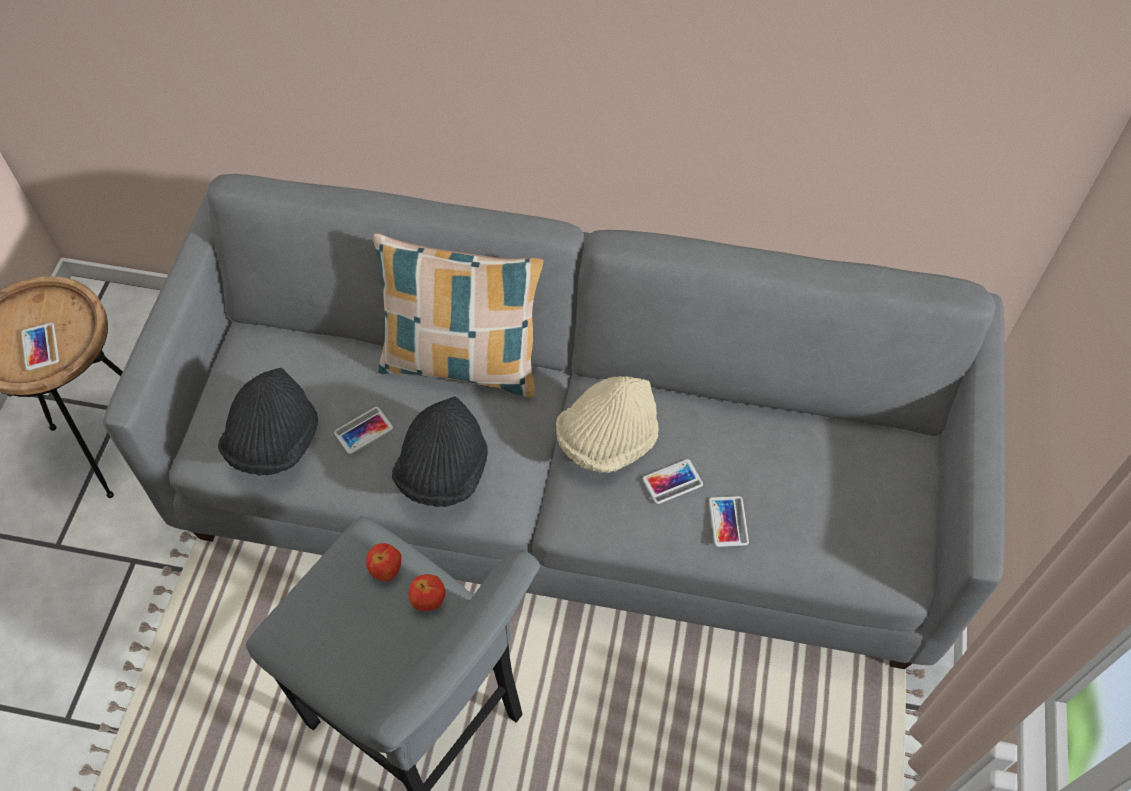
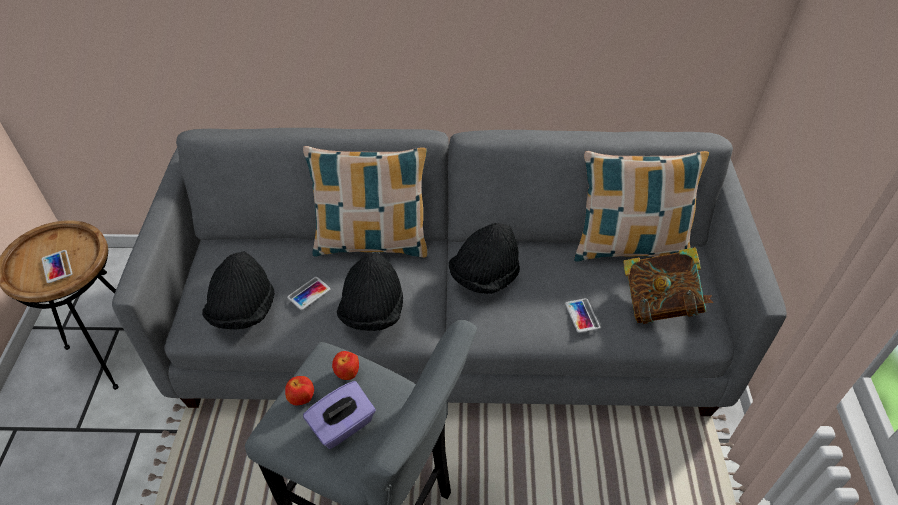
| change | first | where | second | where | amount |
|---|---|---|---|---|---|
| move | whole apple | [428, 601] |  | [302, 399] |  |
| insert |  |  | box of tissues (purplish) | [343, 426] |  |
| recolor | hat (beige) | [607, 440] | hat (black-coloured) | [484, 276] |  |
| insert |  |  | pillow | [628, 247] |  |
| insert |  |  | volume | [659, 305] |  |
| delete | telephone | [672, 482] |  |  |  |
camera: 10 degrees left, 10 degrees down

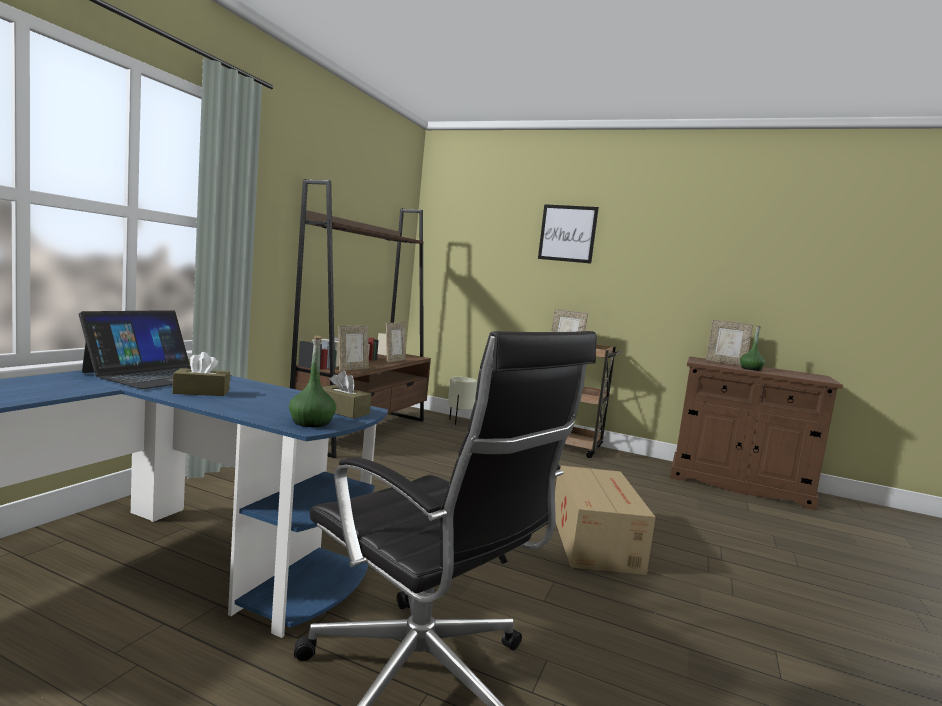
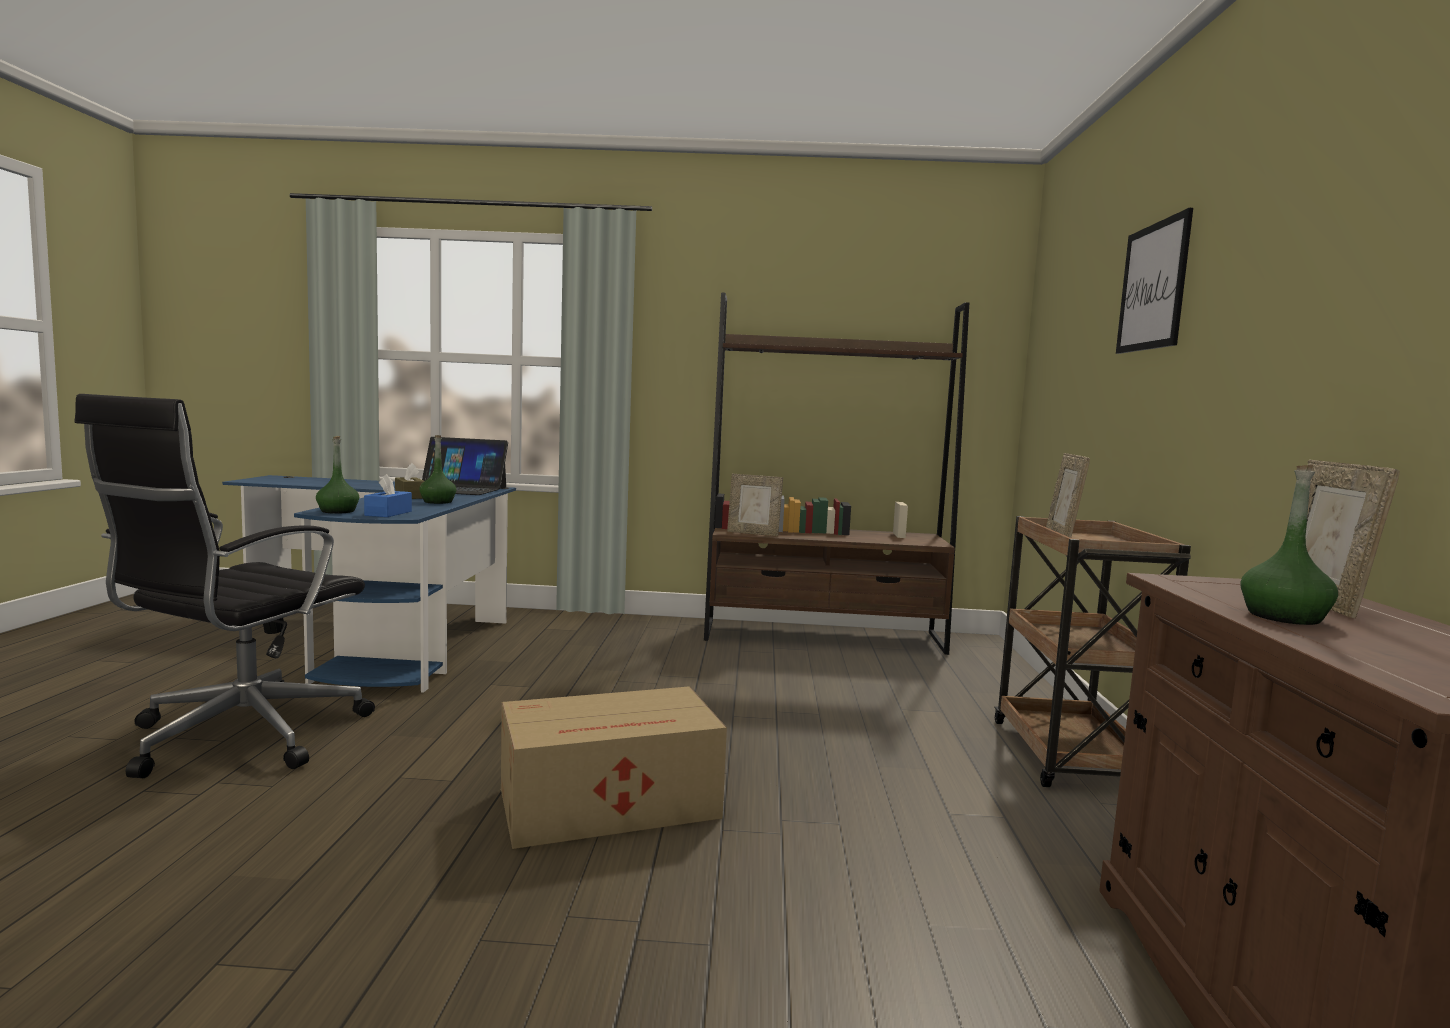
| change | first | where | second | where | amount |
|---|---|---|---|---|---|
| recolor | box of tissues (brownish) | [342, 411] | box of tissues (blue-coloured) | [388, 513] |  |
| insert |  |  | beverage bottle (green-coloured) | [437, 502] |  |
| delete | photo frame | [394, 361] |  |  |  |
| delete | flower pot (beige) | [459, 423] |  |  |  |
camera: 70 degrees right, 0 degrees up

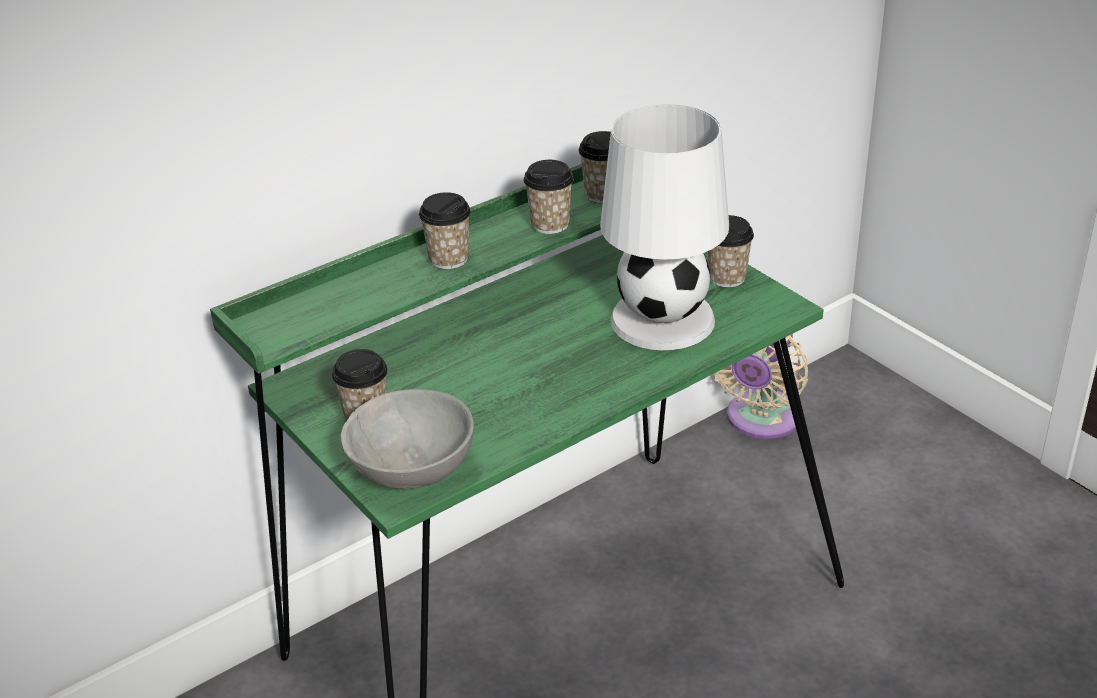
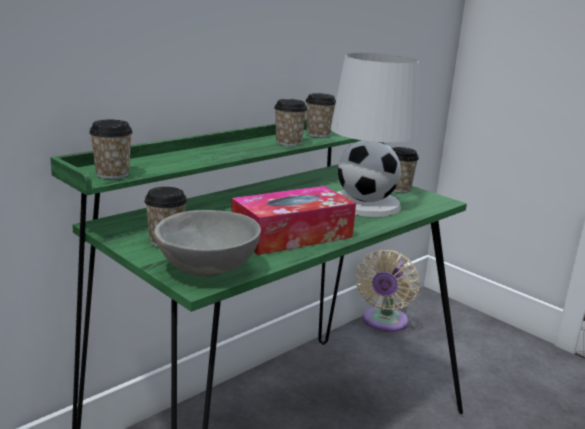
| change | first | where | second | where | amount |
|---|---|---|---|---|---|
| move | cup | [449, 259] |  | [112, 174] |  |
| insert |  |  | box of tissues | [292, 235] |  |
camera: 10 degrees left, 15 degrees down

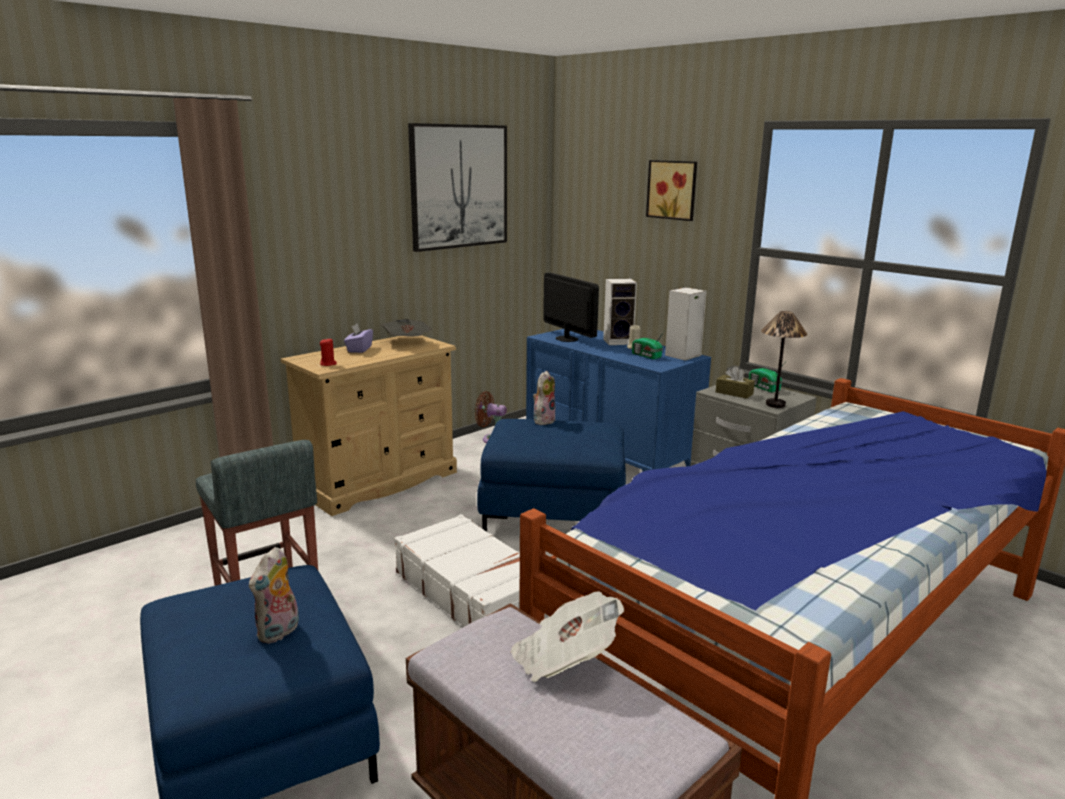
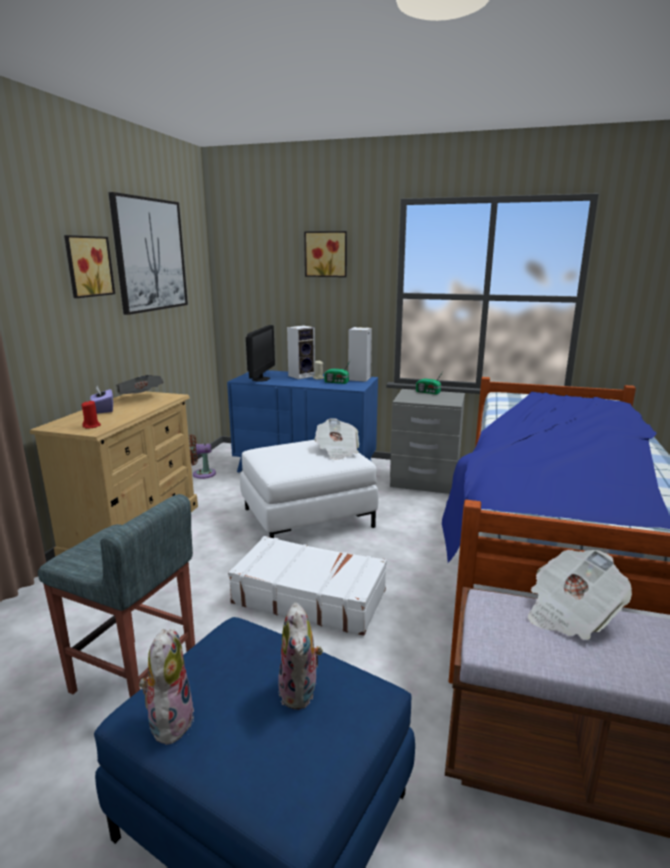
| change | first | where | second | where | amount |
|---|---|---|---|---|---|
| insert |  |  | wall picture | [87, 266] |  |
| move | cuddly toy | [543, 420] |  | [169, 720] |  |
| recolor | ottoman (blue-coloured) | [554, 513] | ottoman (whitish) | [307, 517] |  |
| rotate | computer display | [566, 339] |  | [261, 379] | 75 degrees clockwise |
| insert |  |  | printed paper | [337, 451] |  |
| delete | box of tissues (brownish) | [734, 393] |  |  |  |
| delete | table lamp | [775, 405] |  |  |  |
camera: 30 degrees left, 0 degrees up

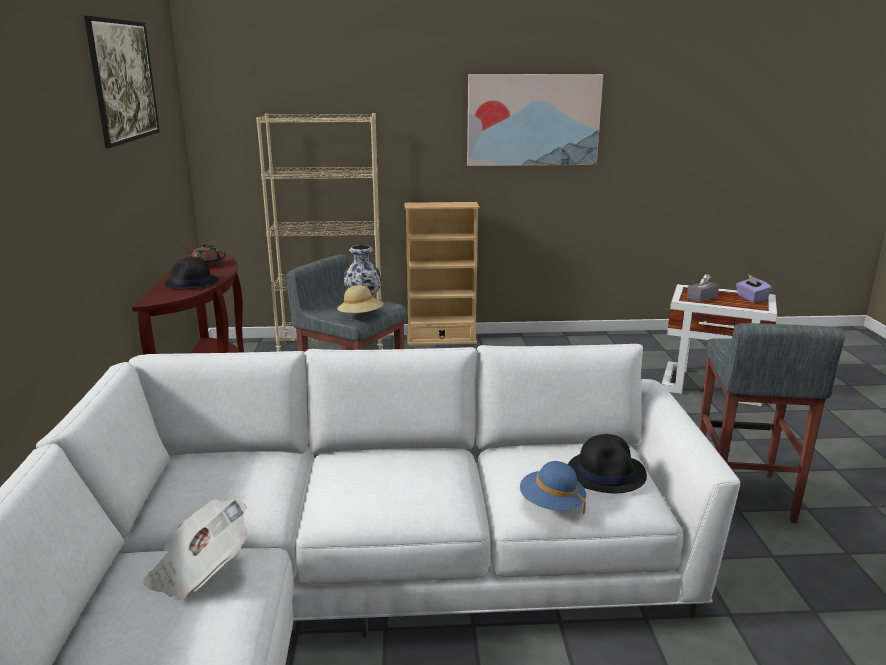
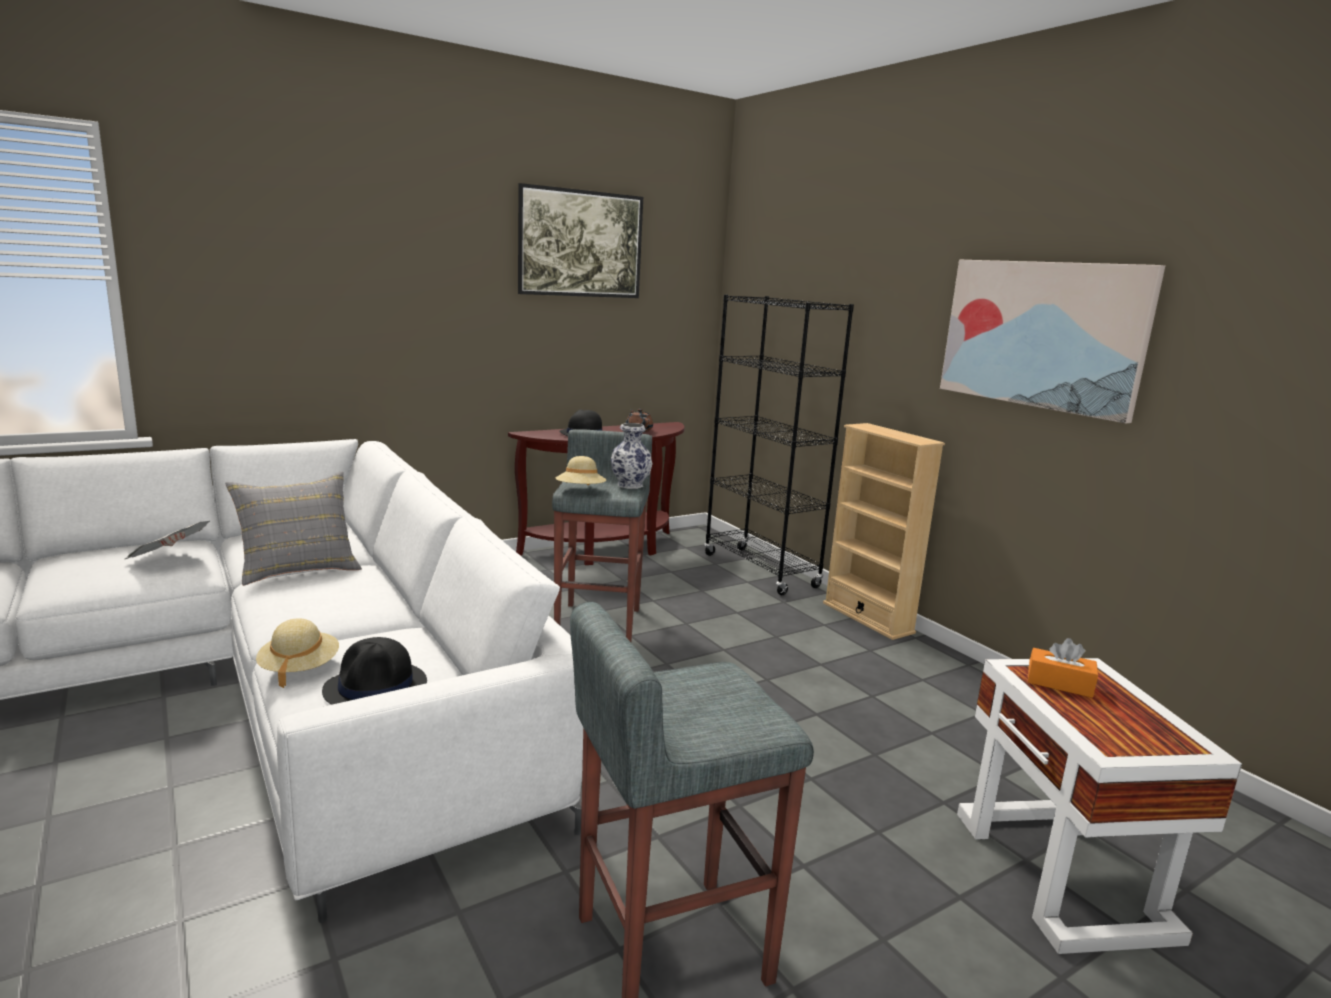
| change | first | where | second | where | amount |
|---|---|---|---|---|---|
| insert |  |  | pillow (greyish) | [298, 568] |  |
| recolor | hat (blue-coloured) | [551, 504] | hat (beige) | [299, 668] |  |
| recolor | bookcase (beige) | [332, 347] | bookcase (black-coloured) | [760, 571] |  |
| recolor | box of tissues (greyish) | [702, 297] | box of tissues (orangey) | [1059, 683] |  |
| delete | box of tissues (purplish) | [751, 298] |  |  |  |
camera: 60 degrees right, 5 degrees down

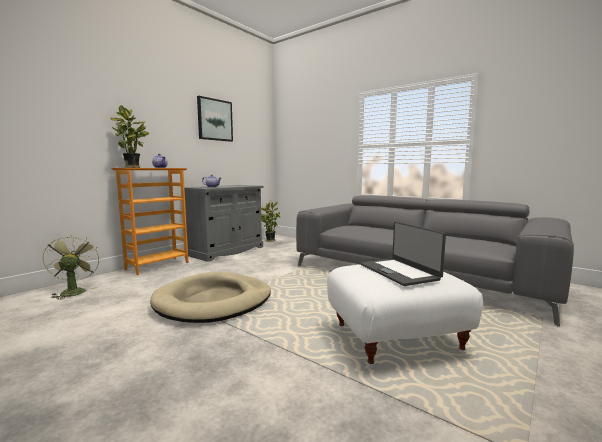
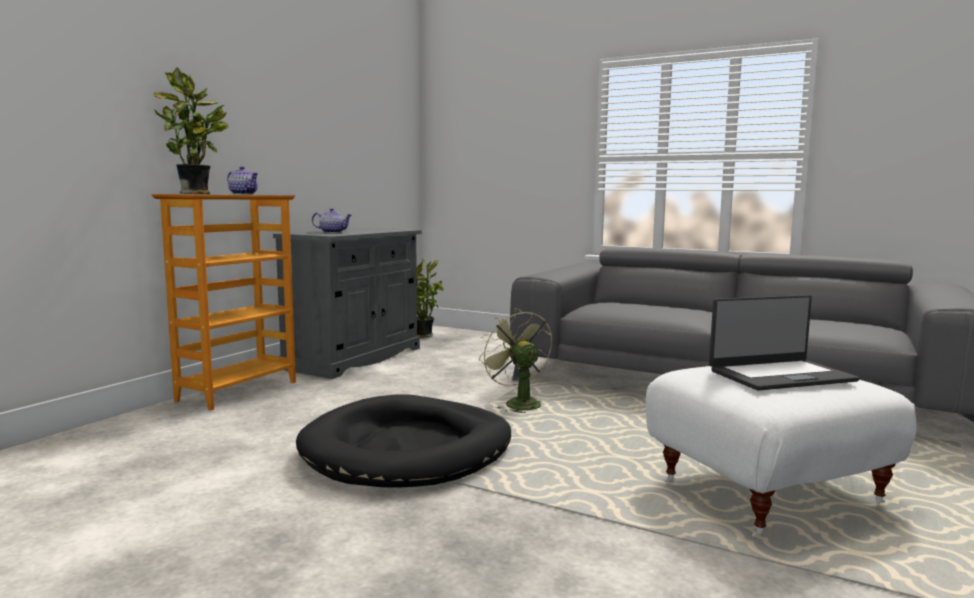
| change | first | where | second | where | amount |
|---|---|---|---|---|---|
| recolor | dog cushion (beige) | [214, 301] | dog cushion (black-coloured) | [408, 449] |  |
| move | cooling fan (green-coloured) | [73, 291] |  | [517, 403] |  |
| rotate | laptop | [399, 272] |  | [780, 375] | 75 degrees counterclockwise |
| delete | wall picture | [215, 120] |  |  |  |
camera: 10 degrees left, 0 degrees up

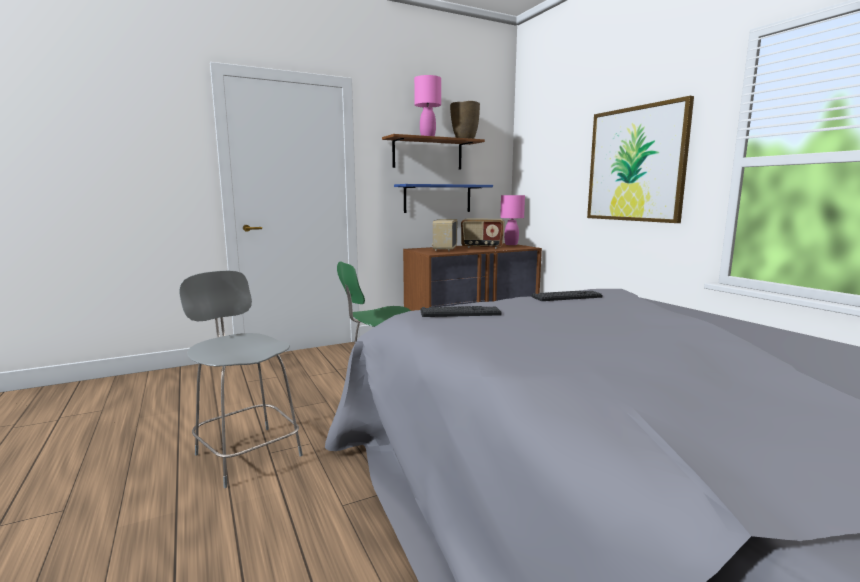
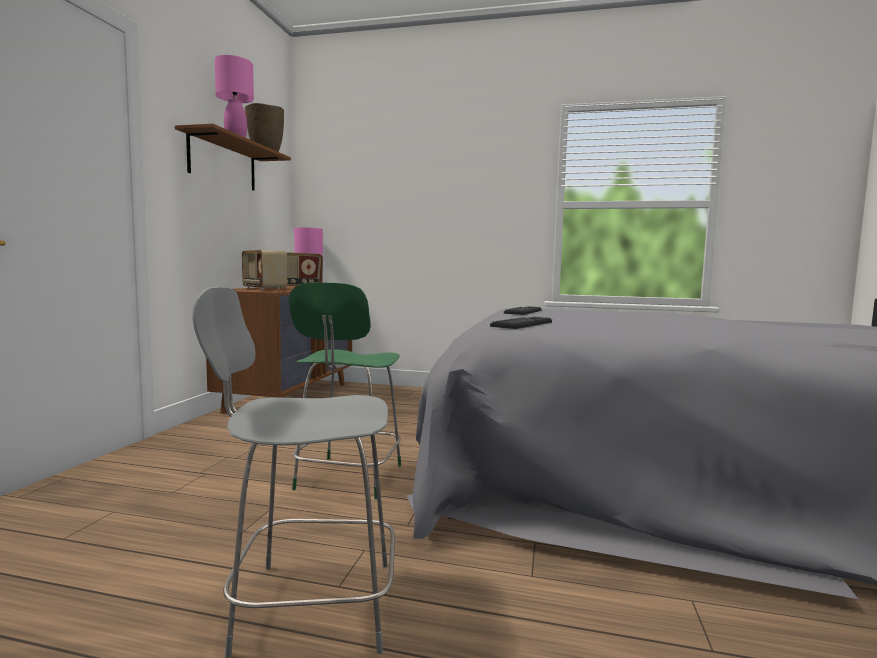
| change | first | where | second | where | amount |
|---|---|---|---|---|---|
| delete | bracket shelf (blue-coloured) | [437, 198] |  |  |  |
| delete | wall picture | [635, 164] |  |  |  |
camera: 50 degrees left, 5 degrees down

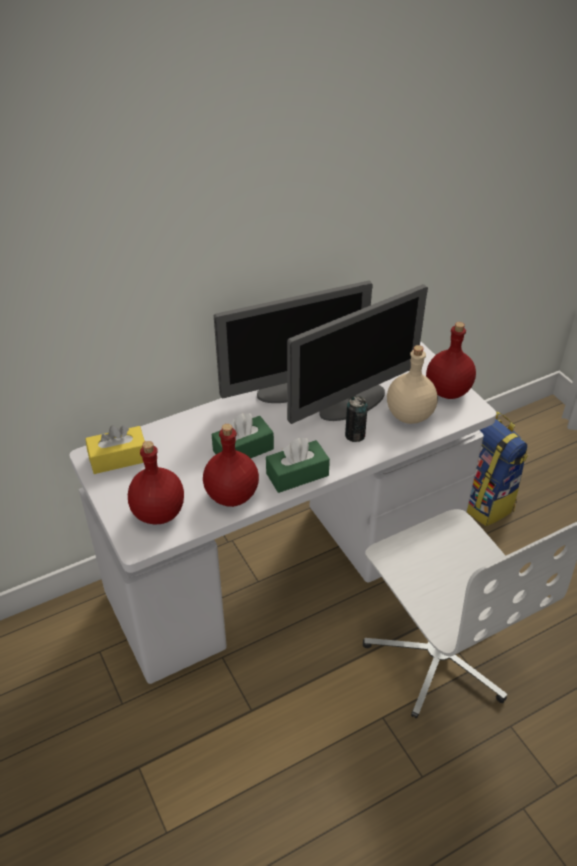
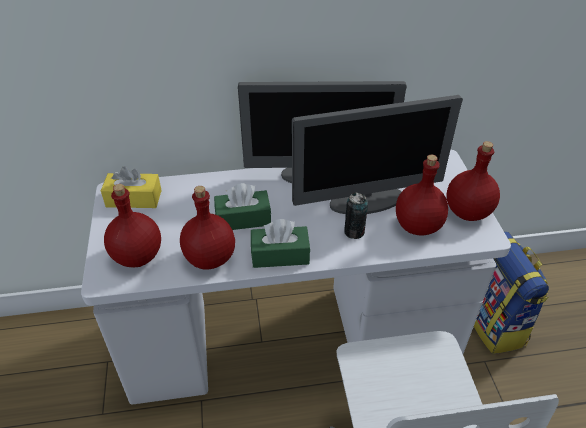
| change | first | where | second | where | amount |
|---|---|---|---|---|---|
| recolor | beverage bottle (beige) | [408, 415] | beverage bottle (red) | [417, 226] |  |
camera: 20 degrees right, 0 degrees up

